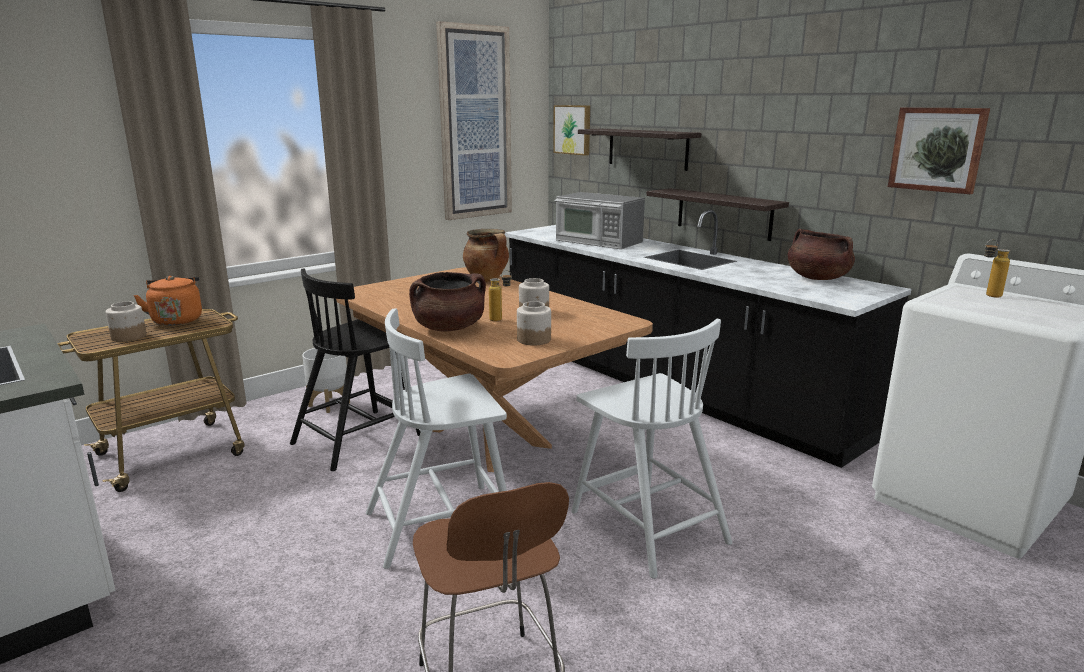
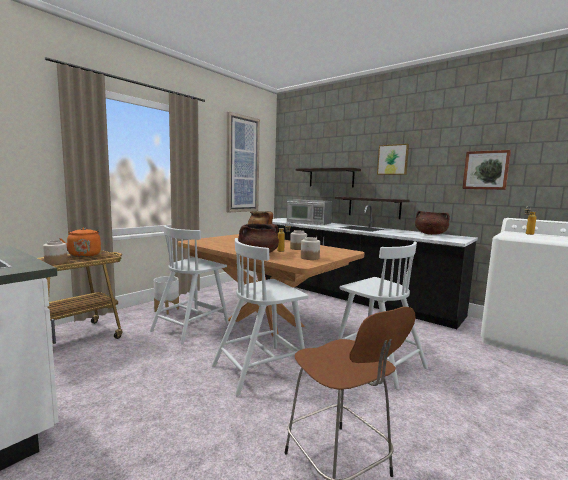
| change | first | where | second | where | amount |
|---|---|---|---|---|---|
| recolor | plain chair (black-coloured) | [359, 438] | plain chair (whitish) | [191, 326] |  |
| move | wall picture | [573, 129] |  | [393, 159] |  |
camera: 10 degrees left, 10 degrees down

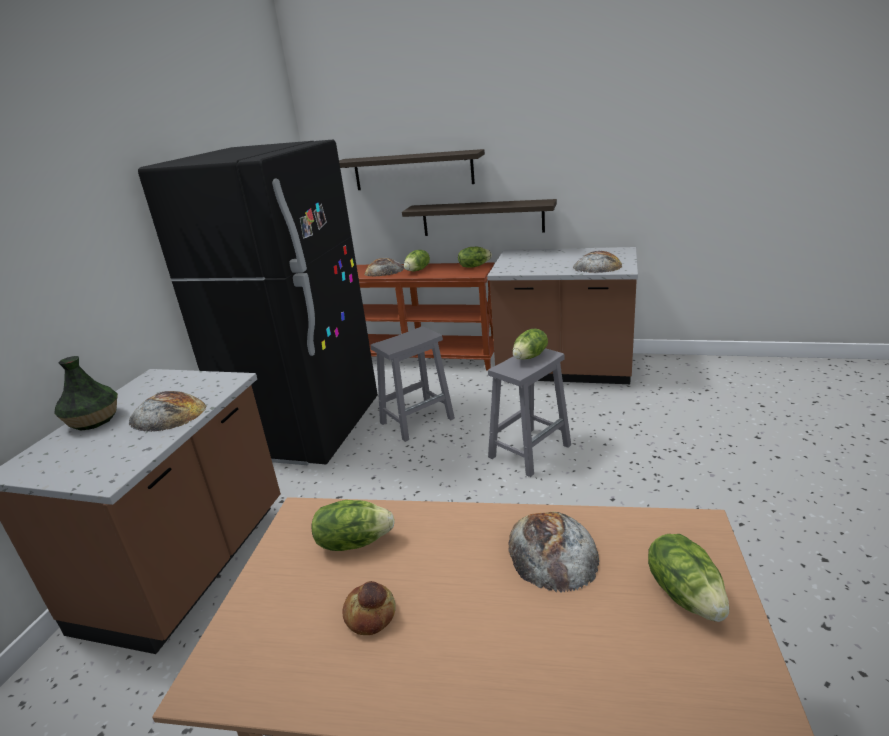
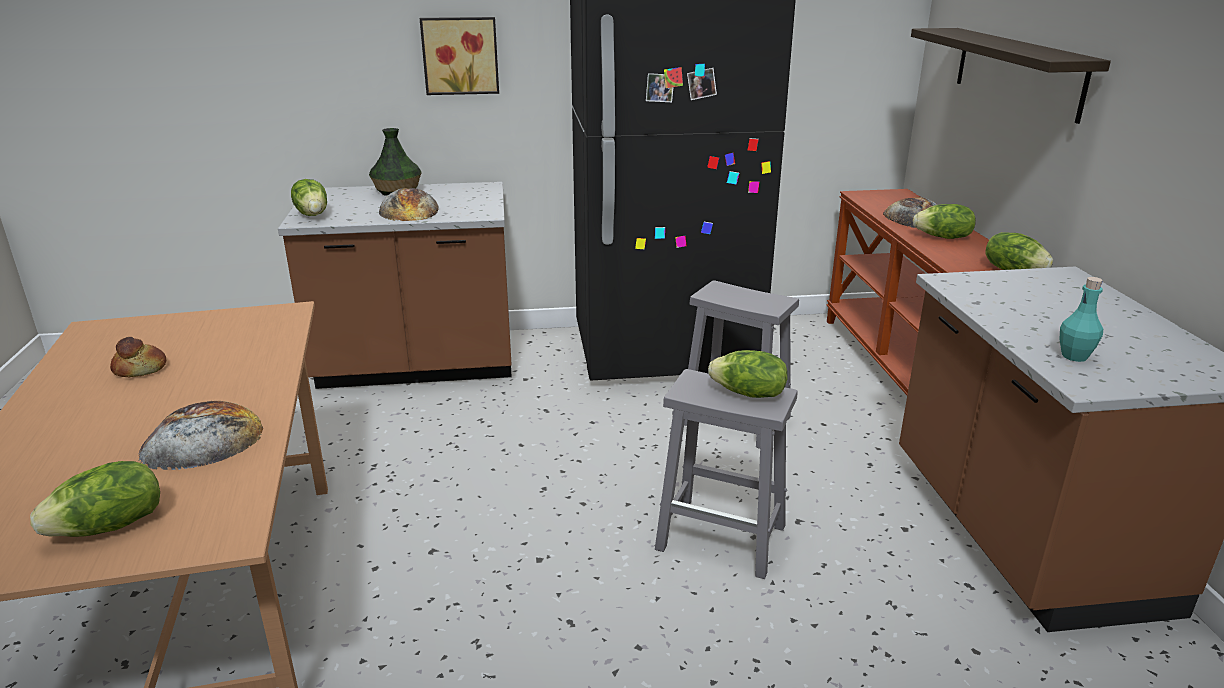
| change | first | where | second | where | amount |
|---|---|---|---|---|---|
| move | head of lettuce | [353, 541] |  | [313, 214] |  |
| insert |  |  | wall picture | [460, 55] |  |
| replace | bread | [597, 266] | beverage bottle (turquoise-coloured) | [1074, 356] |  |
| delete | bracket shelf | [482, 218] |  |  |  |
camera: 65 degrees right, 0 degrees up

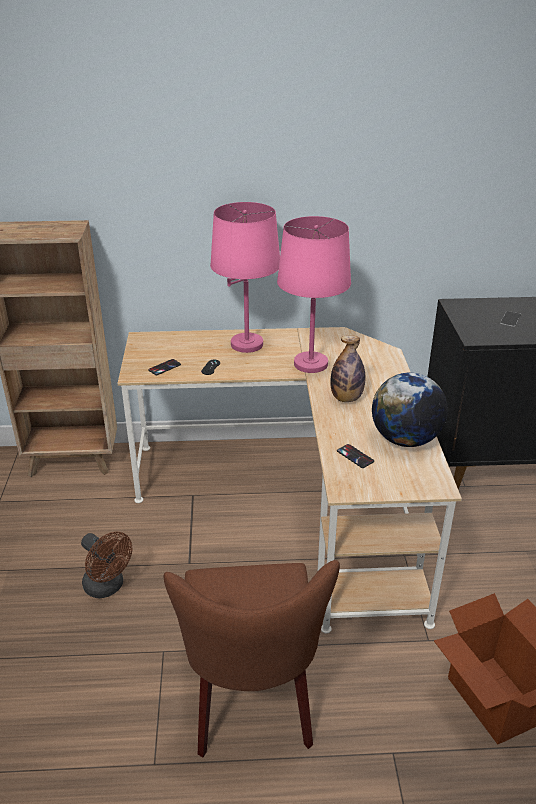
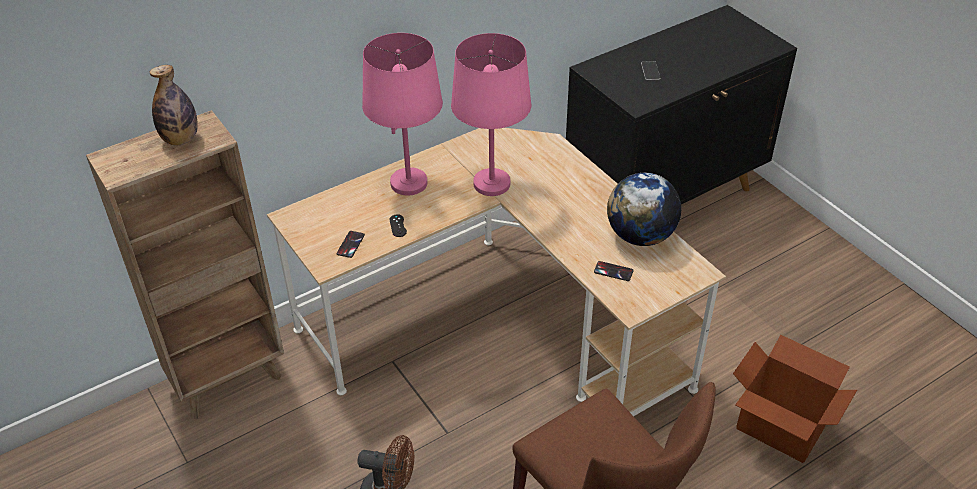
| change | first | where | second | where | amount |
|---|---|---|---|---|---|
| move | beverage bottle | [346, 398] |  | [180, 139] |  |
camera: 30 degrees left, 10 degrees up

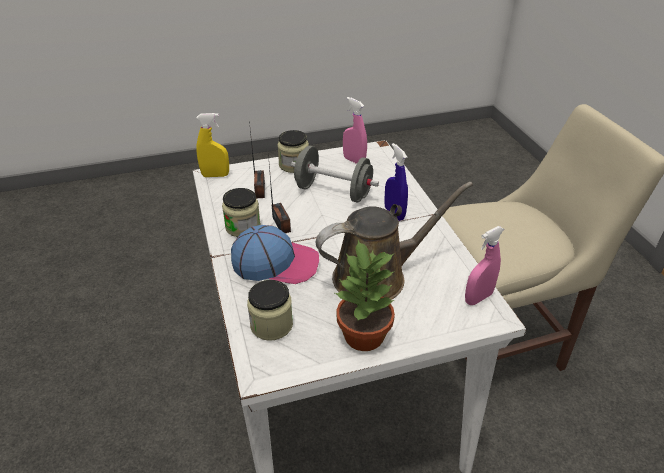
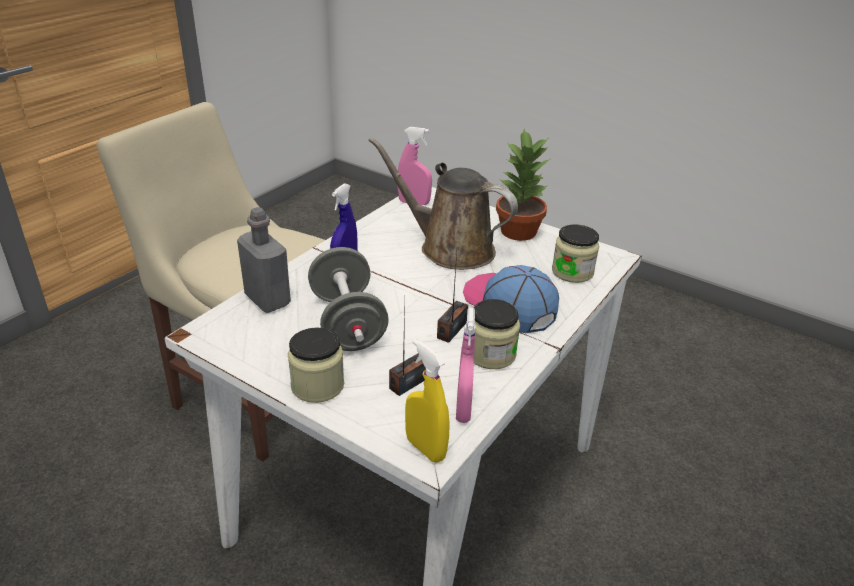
| change | first | where | second | where | amount |
|---|---|---|---|---|---|
| insert |  |  | beverage bottle (greyish) | [267, 300] |  |
| move | hand sprayer (pinkish) | [354, 160] |  | [463, 409] |  |
camera: 130 degrees left, 5 degrees down

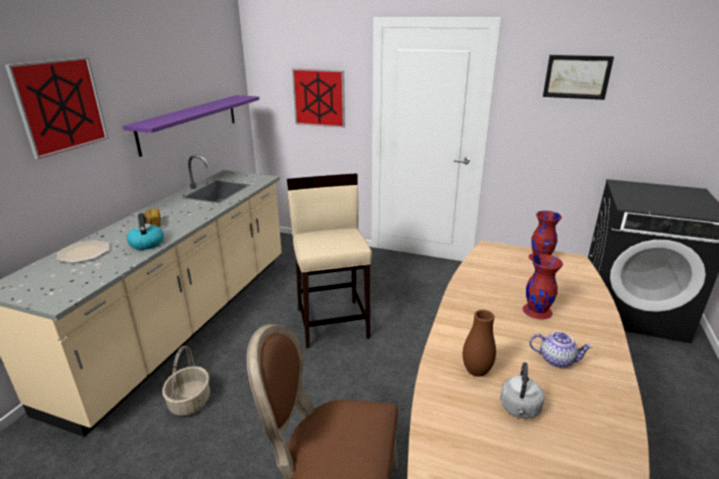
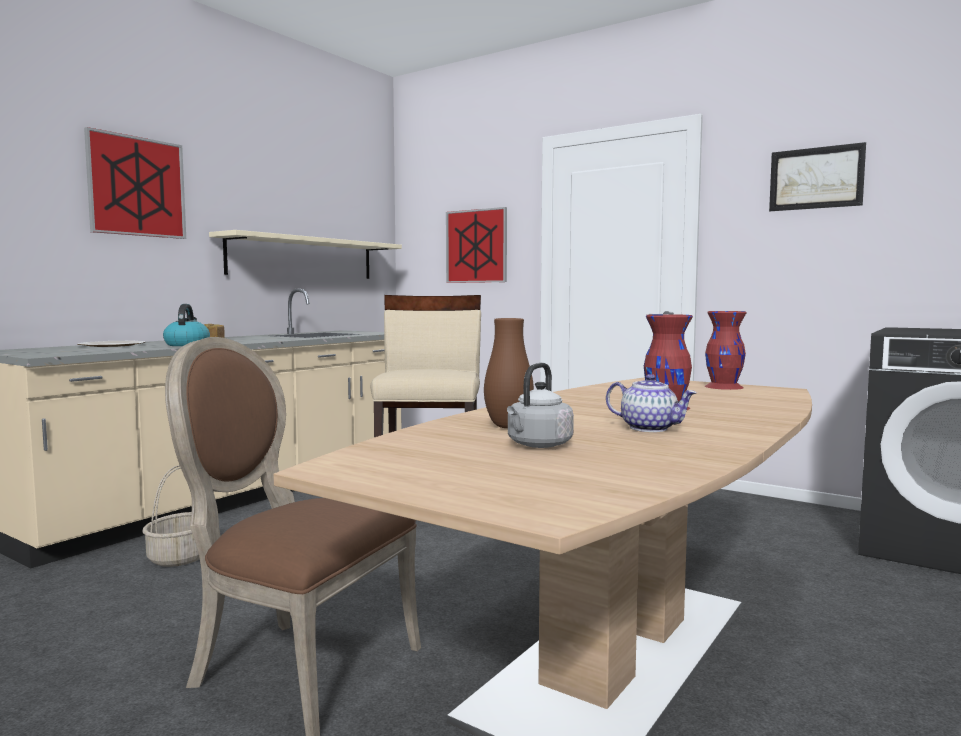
| change | first | where | second | where | amount |
|---|---|---|---|---|---|
| recolor | bracket shelf (purplish) | [190, 123] | bracket shelf (beige) | [303, 258] |  |
camera: 15 degrees right, 20 degrees down

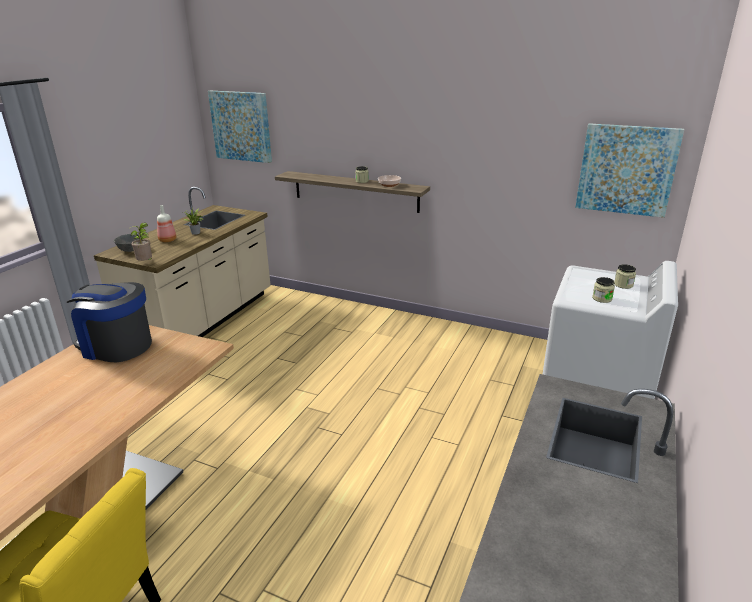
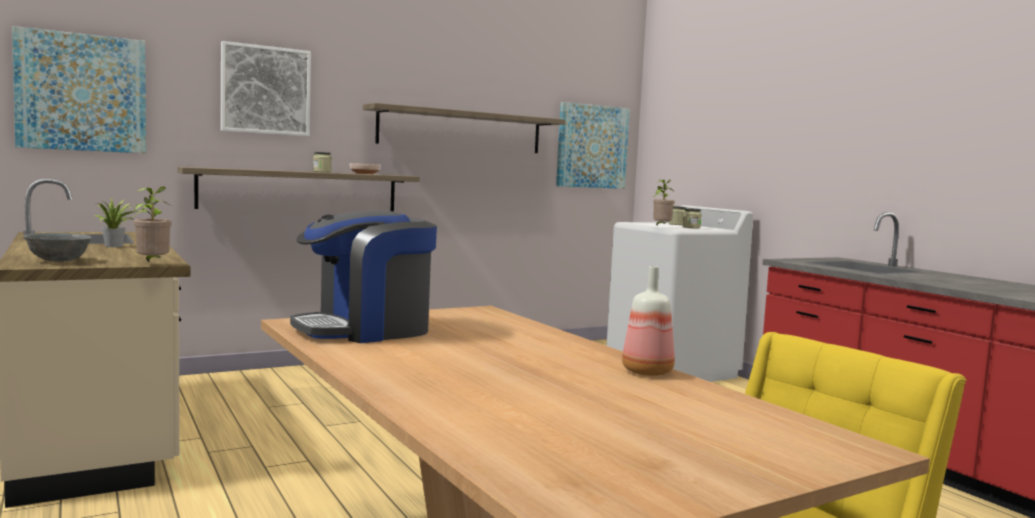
| change | first | where | second | where | amount |
|---|---|---|---|---|---|
| insert |  |  | wall picture | [265, 90] |  |
| insert |  |  | bracket shelf | [461, 130] |  |
| move | beverage bottle | [167, 240] |  | [649, 372] |  |
| insert |  |  | plant in a pot | [661, 227] |  |
camera: 55 degrees left, 20 degrees down

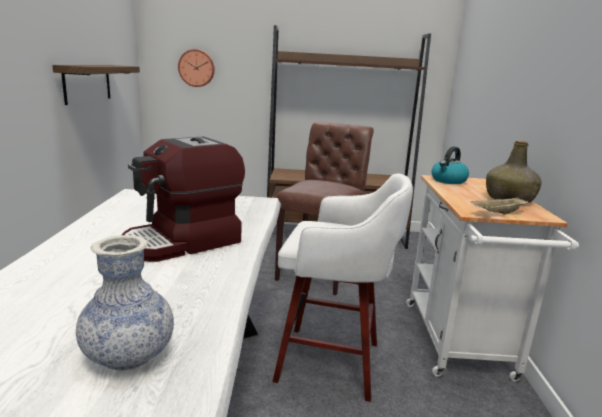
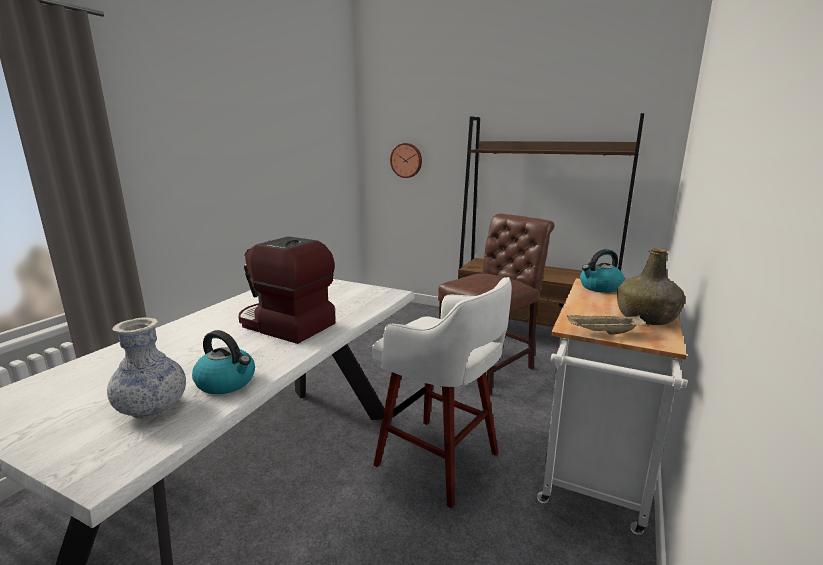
| change | first | where | second | where | amount |
|---|---|---|---|---|---|
| insert |  |  | water kettle | [227, 382] |  |
| rotate | coffee brewer | [183, 242] |  | [285, 325] | 45 degrees clockwise |
| delete | bracket shelf | [87, 83] |  |  |  |
camera: 25 degrees right, 0 degrees up

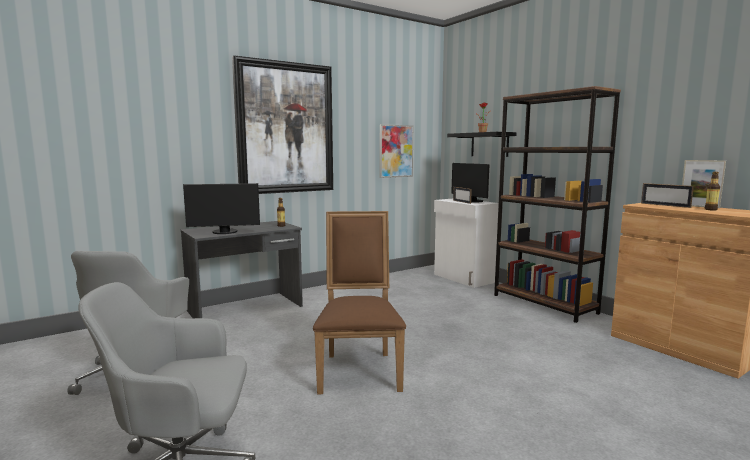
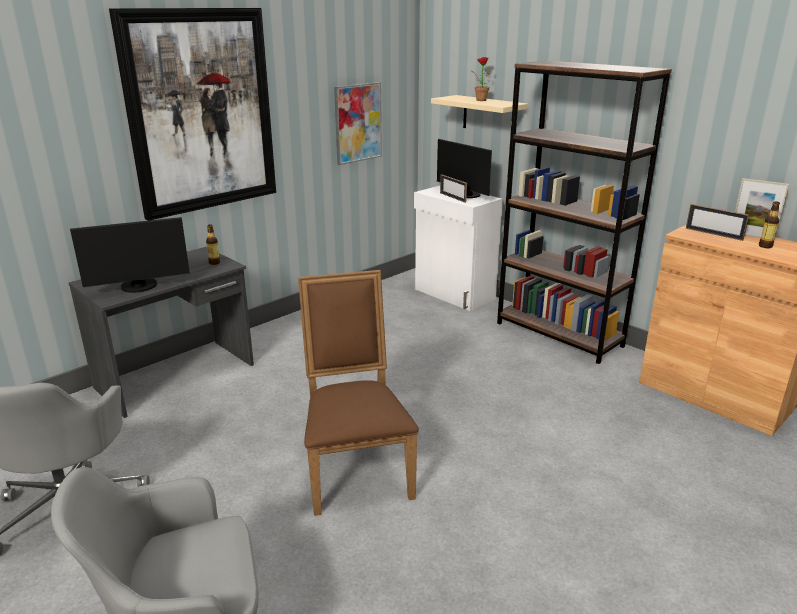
| change | first | where | second | where | amount |
|---|---|---|---|---|---|
| recolor | bracket shelf (black-coloured) | [489, 144] | bracket shelf (beige) | [489, 115] |  |
camera: 10 degrees left, 15 degrees up

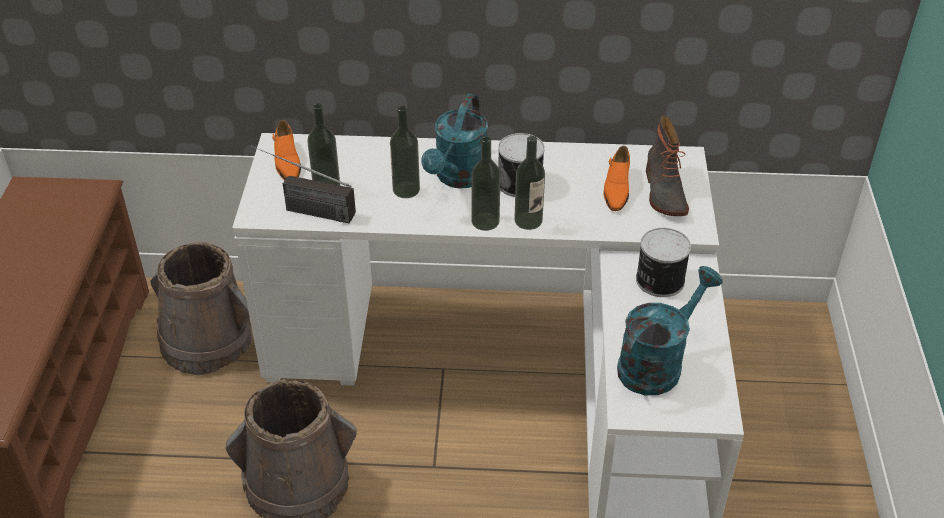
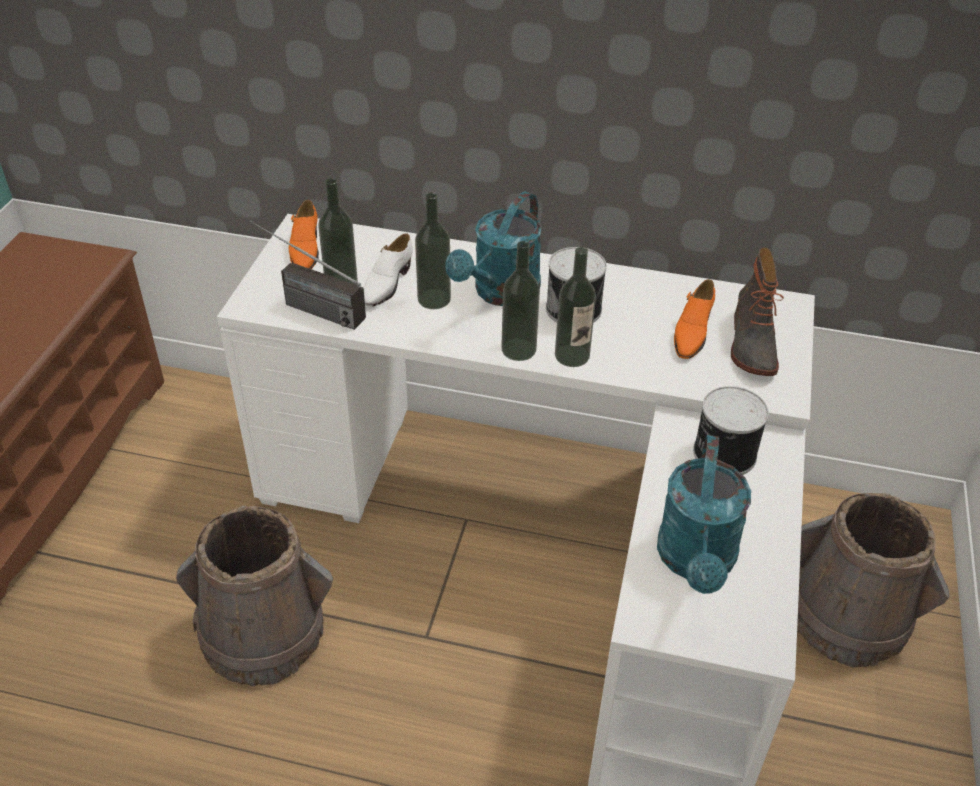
| change | first | where | second | where | amount |
|---|---|---|---|---|---|
| insert |  |  | shoe (whitish) | [387, 283] |  |
| rotate | watering pot (turquoise-coloured) | [657, 363] |  | [696, 562] | 135 degrees clockwise |
| move | bucket (brownish) | [207, 340] |  | [848, 615] |  |
camera: 10 degrees right, 0 degrees up

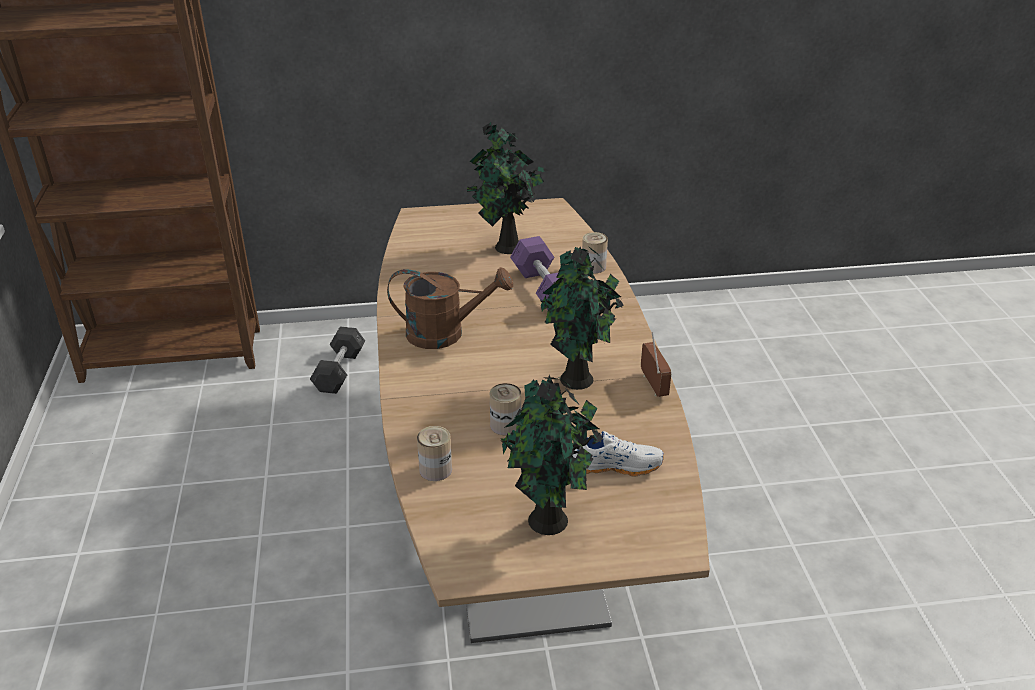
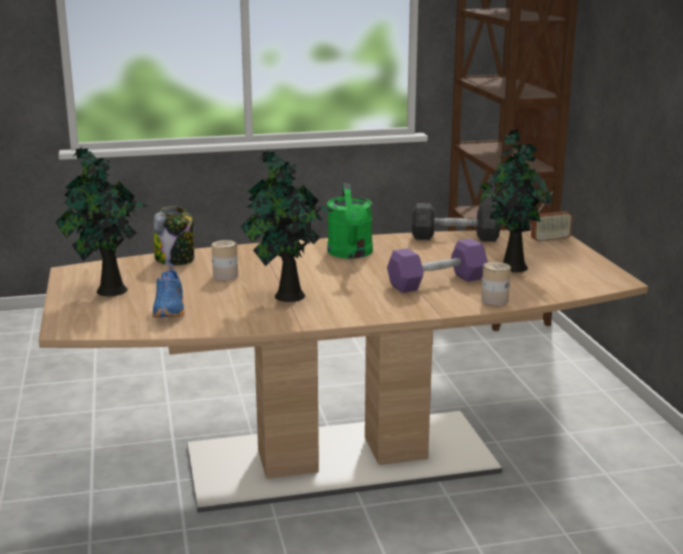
| change | first | where | second | where | amount |
|---|---|---|---|---|---|
| recolor | shoe (whitish) | [614, 464] | shoe (blue-coloured) | [170, 309] |  |
| replace | can | [435, 469] | jar | [175, 260] |  |
| recolor | watering pot (brownish) | [446, 333] | watering pot (green-coloured) | [351, 254] |  |
| move | free weight (greyish) | [339, 371] |  | [455, 237] |  |
| move | radio | [653, 385] |  | [550, 241] |  |
camera: 85 degrees right, 15 degrees down

